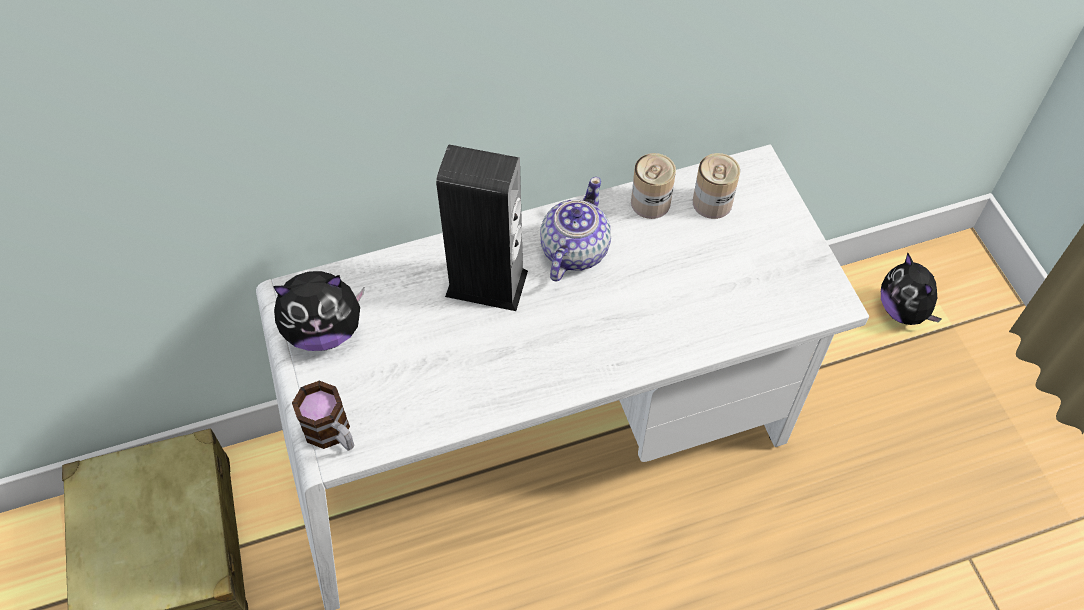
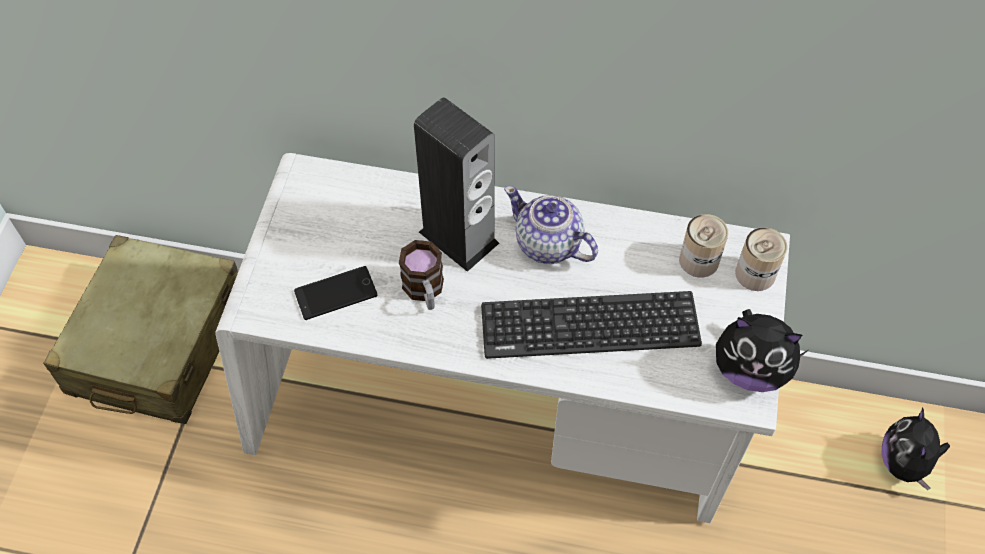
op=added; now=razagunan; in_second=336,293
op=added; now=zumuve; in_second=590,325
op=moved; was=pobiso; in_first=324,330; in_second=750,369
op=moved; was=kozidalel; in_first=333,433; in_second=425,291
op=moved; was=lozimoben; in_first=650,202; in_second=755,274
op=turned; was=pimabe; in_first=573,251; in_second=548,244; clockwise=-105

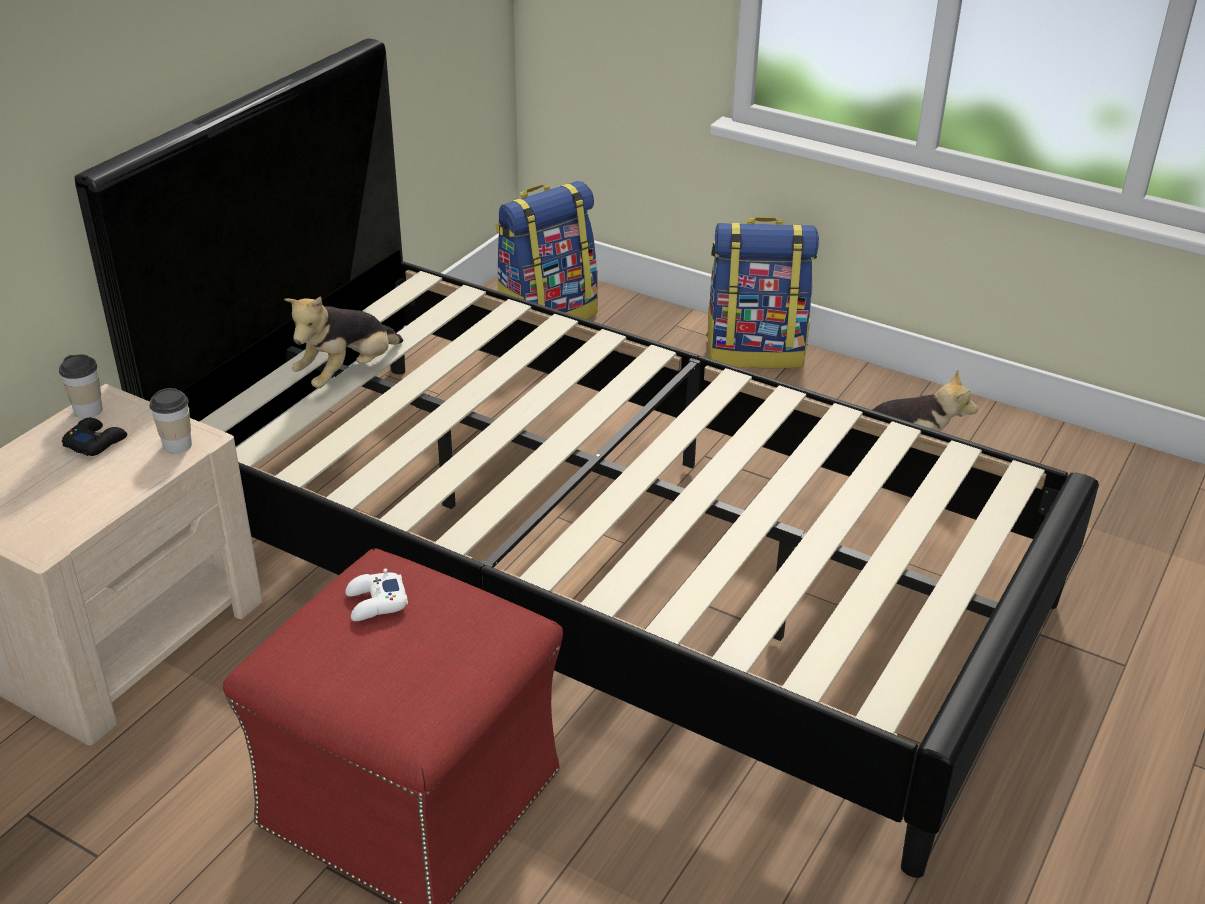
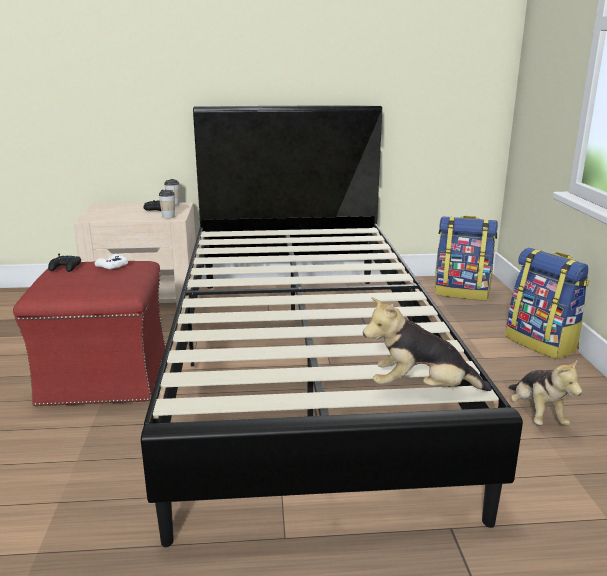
op=added; now=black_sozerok; in_second=66,267
op=moved; was=pobiso; in_first=348,373; in_second=421,389

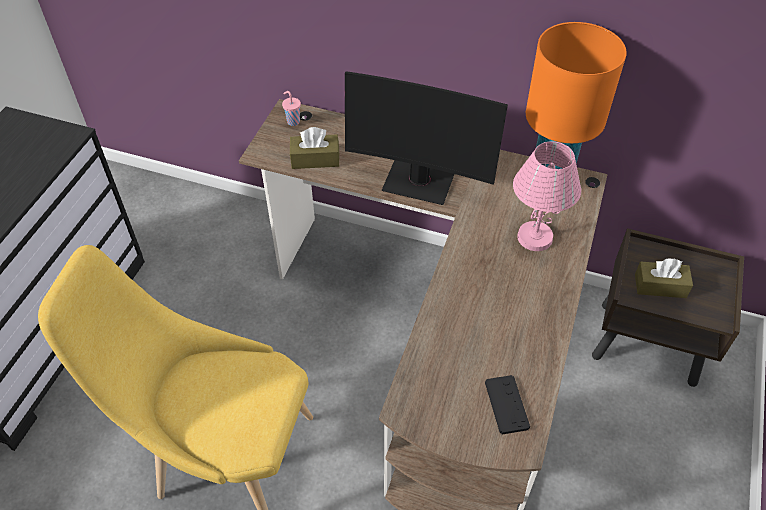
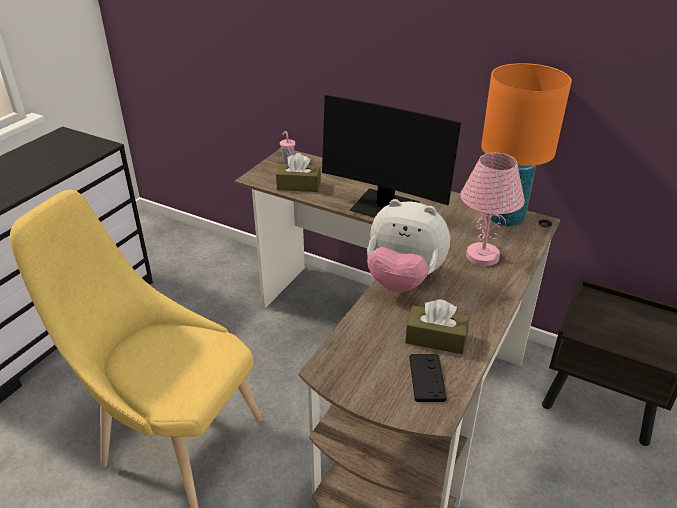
op=added; now=pobiso; in_second=403,280
op=moved; was=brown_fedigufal; in_first=660,286; in_second=436,338

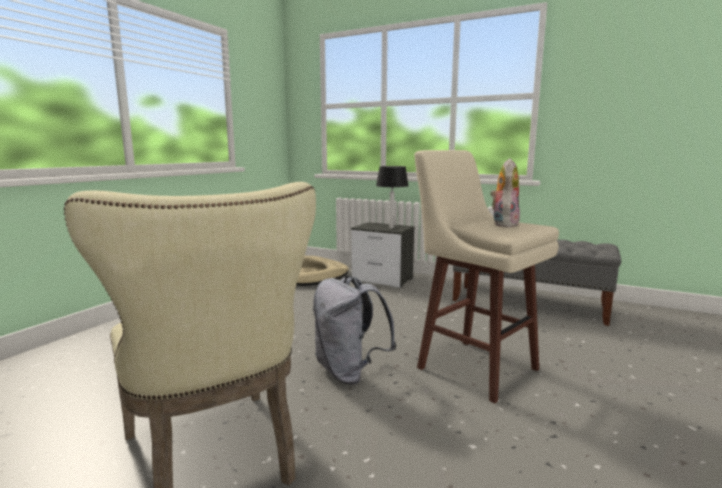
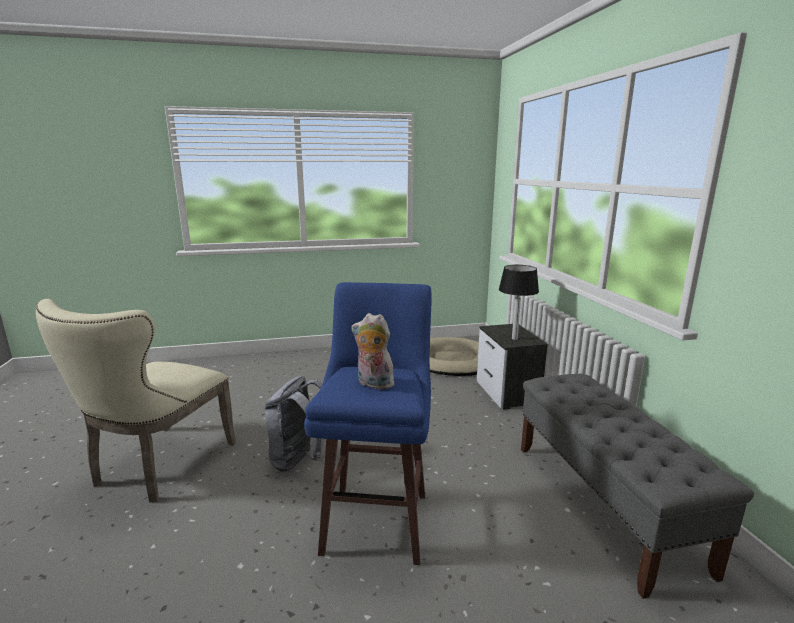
op=recoloured; was=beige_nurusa; now=blue_nurusa; in_first=474,367; in_second=378,520
op=turned; was=pobiso; in_first=503,224; in_second=373,384; clockwise=-135

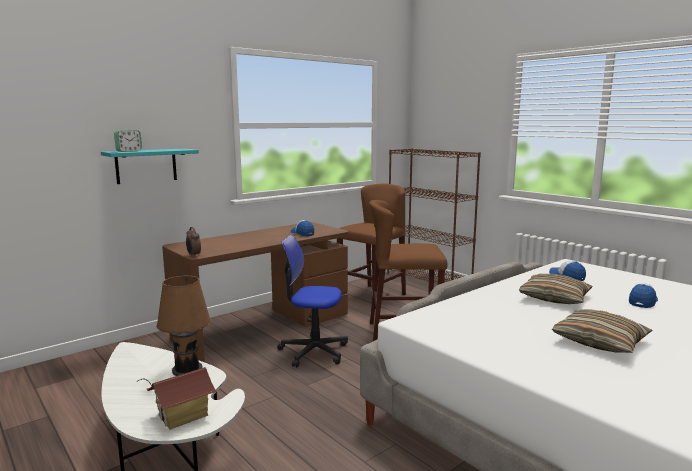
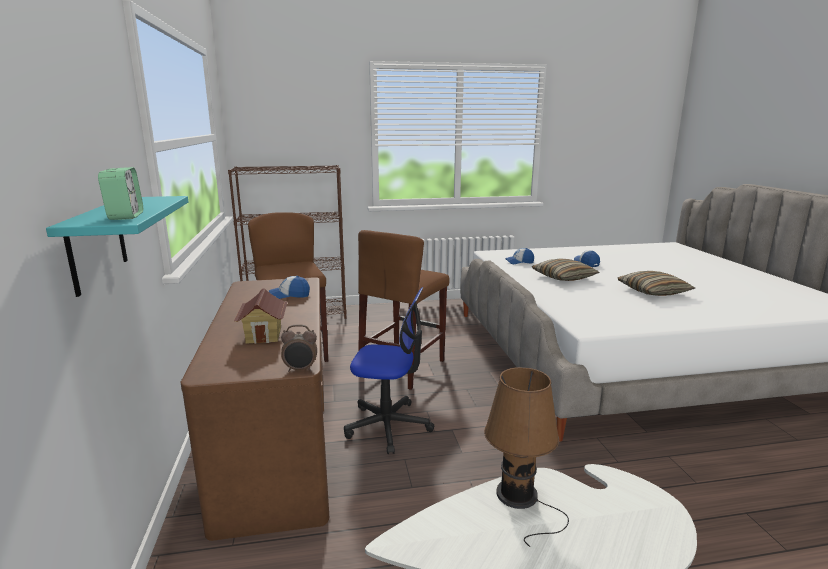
op=moved; was=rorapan; in_first=183,415; in_second=264,335
op=turned; was=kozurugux; in_first=313,351; in_second=388,426; clockwise=-120

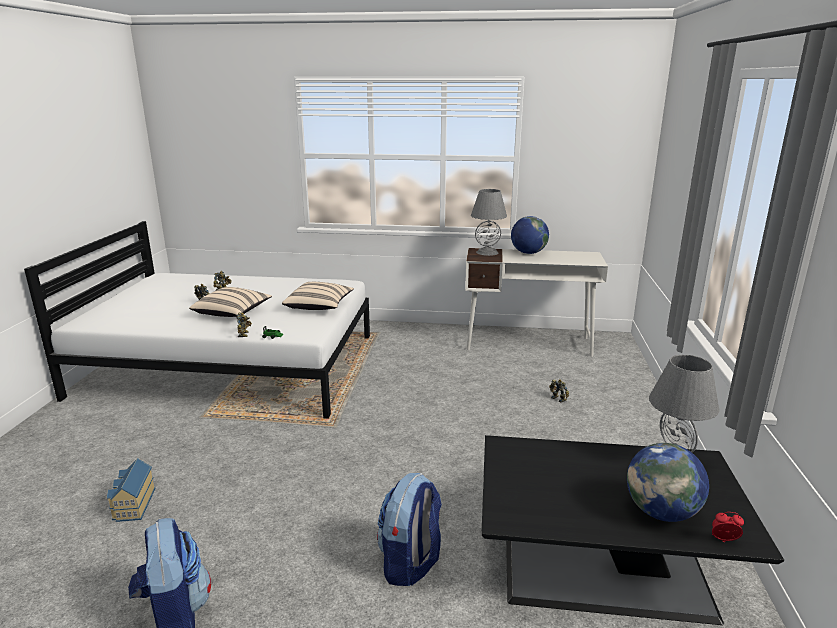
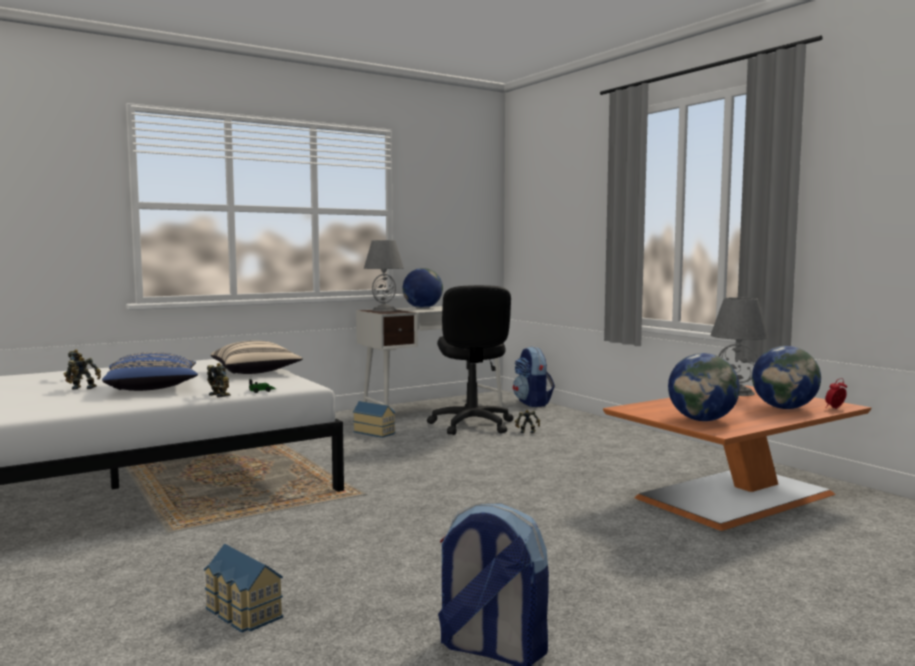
op=added; now=rorapan; in_second=375,432
op=added; now=black_kozurugux; in_second=471,425
op=added; now=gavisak; in_second=702,420
op=moved; was=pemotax; in_first=410,563; in_second=532,403
op=recoloured; was=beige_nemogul; now=blue_nemogul; in_first=233,313; in_second=153,388
op=recoloured; was=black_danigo; now=orange_danigo; in_first=599,568; in_second=733,497

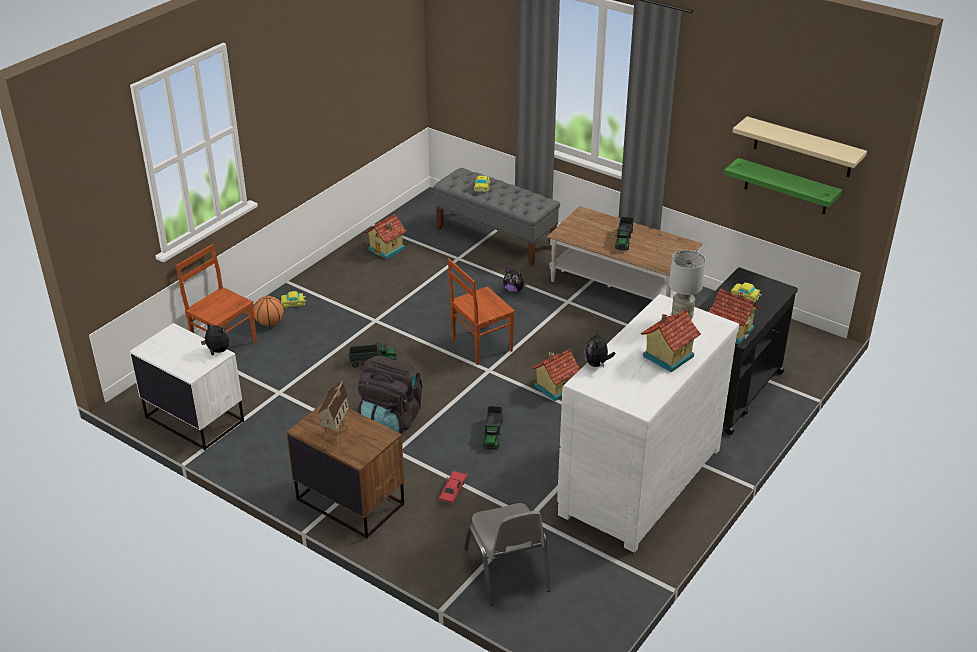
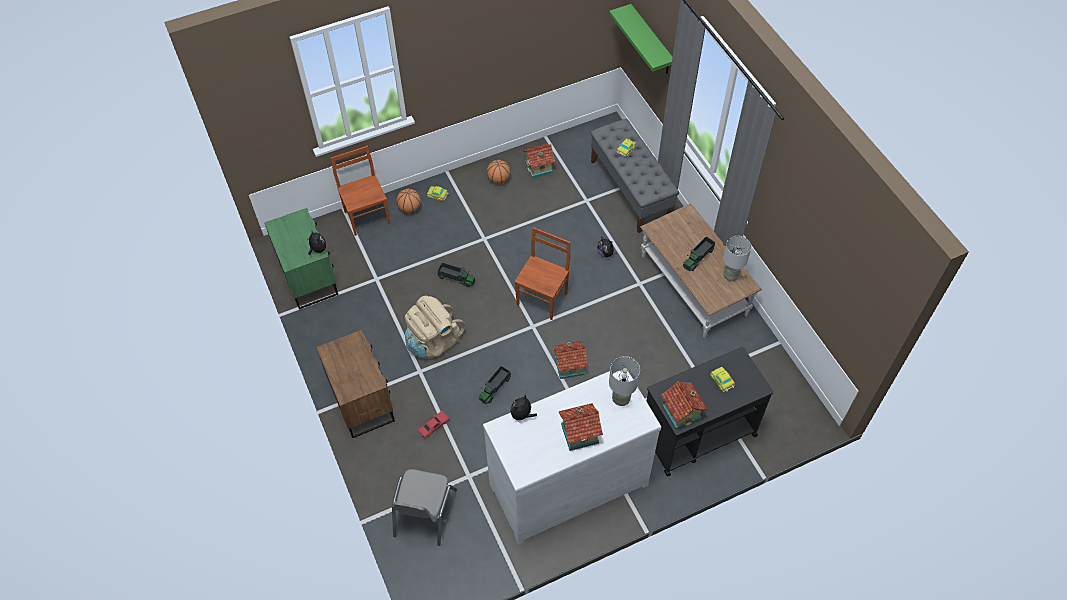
op=removed; was=rorapan; in_first=335,435
op=removed; was=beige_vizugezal; in_first=803,147
op=added; now=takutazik; in_second=498,179
op=added; now=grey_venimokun; in_second=730,276
op=moved; was=green_vizugezal; in_first=786,187; in_second=651,41
op=recoloured; was=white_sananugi; now=green_sananugi; in_first=195,419; in_second=309,277
op=recoloured; was=black_pemotax; now=beige_pemotax; in_first=391,421; in_second=433,341
op=turned; was=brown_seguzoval; in_first=480,345; in_second=543,299; clockwise=120

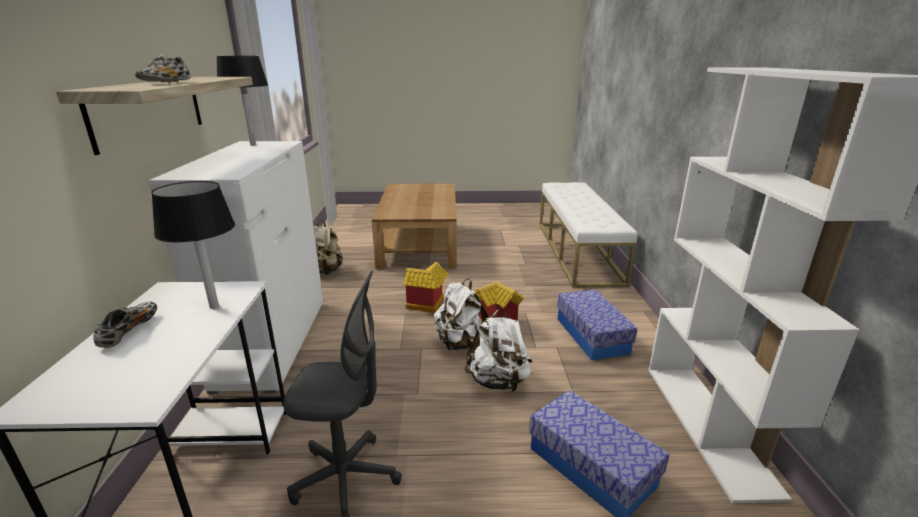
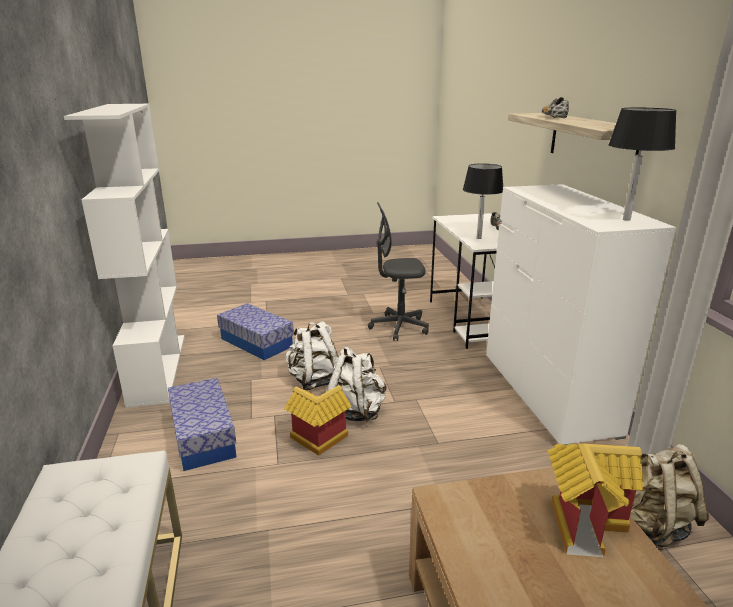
op=moved; was=rorapan; in_first=426,306; in_second=584,521

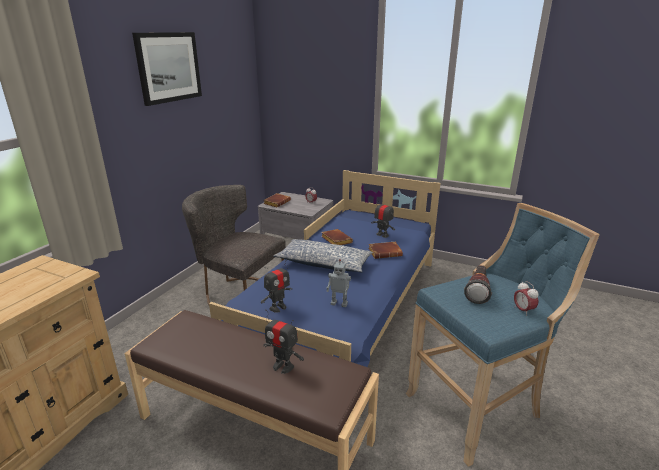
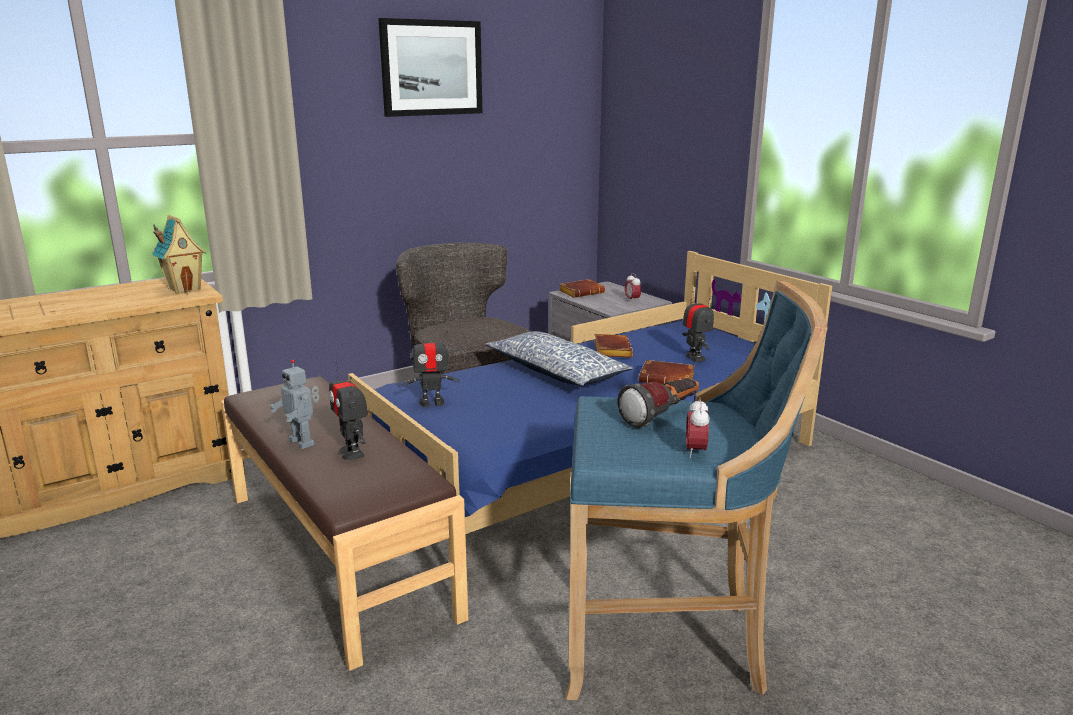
op=added; now=rorapan; in_second=184,288
op=moved; was=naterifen; in_first=339,303; in_second=303,442

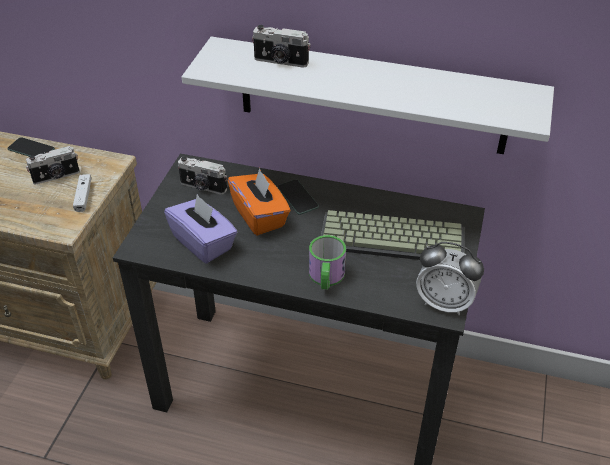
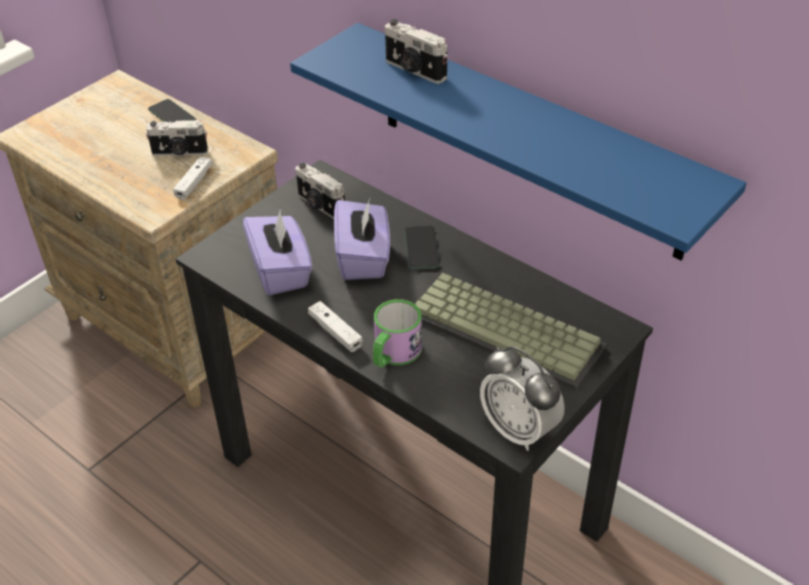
op=added; now=white_sozerok; in_second=335,332
op=recoloured; was=white_vizugezal; now=blue_vizugezal; in_first=372,96; in_second=528,141
op=recoloured; was=orange_fedigufal; now=purple_fedigufal; in_first=260,216; in_second=363,258

